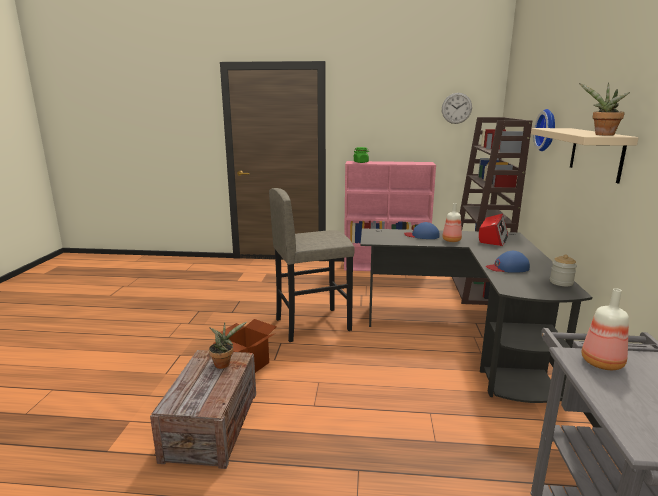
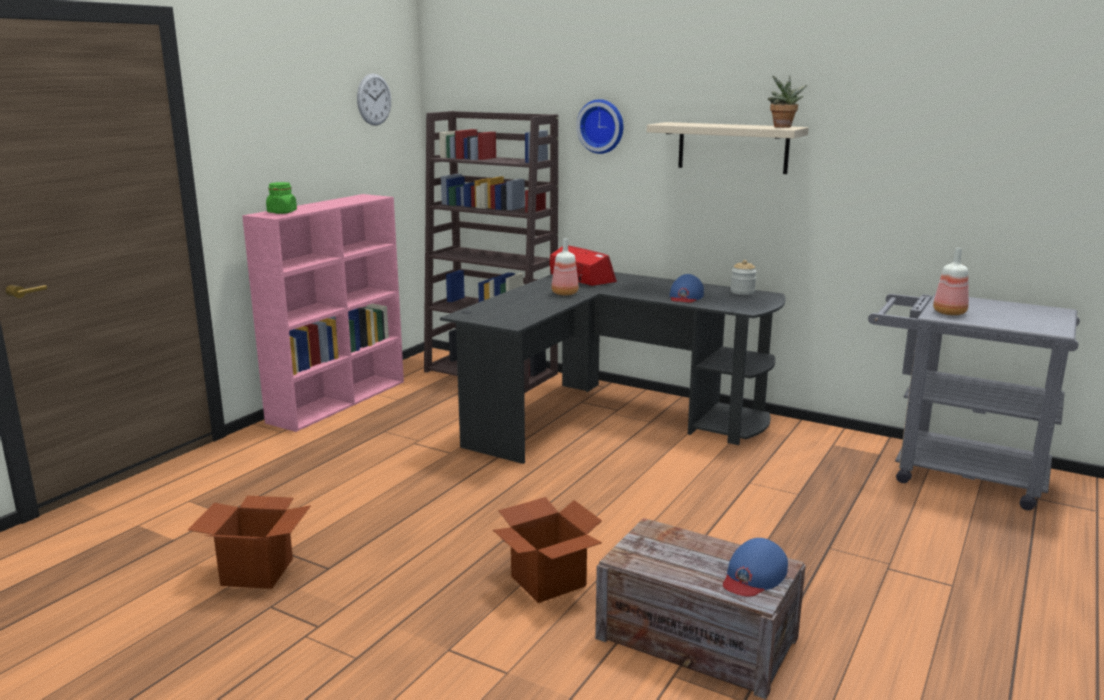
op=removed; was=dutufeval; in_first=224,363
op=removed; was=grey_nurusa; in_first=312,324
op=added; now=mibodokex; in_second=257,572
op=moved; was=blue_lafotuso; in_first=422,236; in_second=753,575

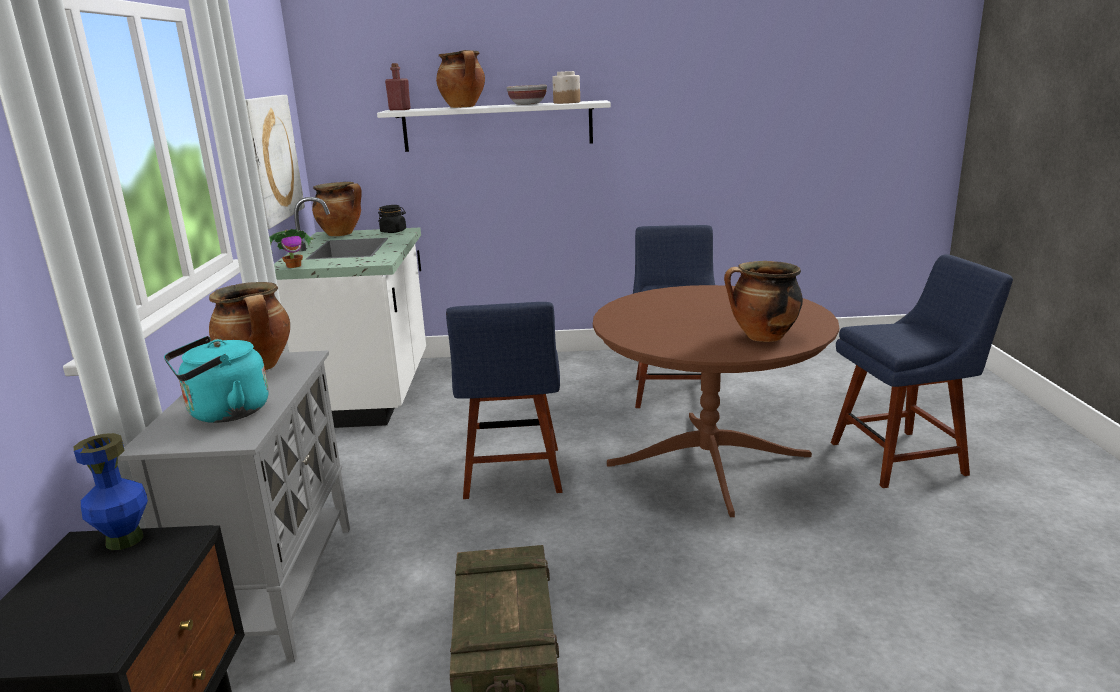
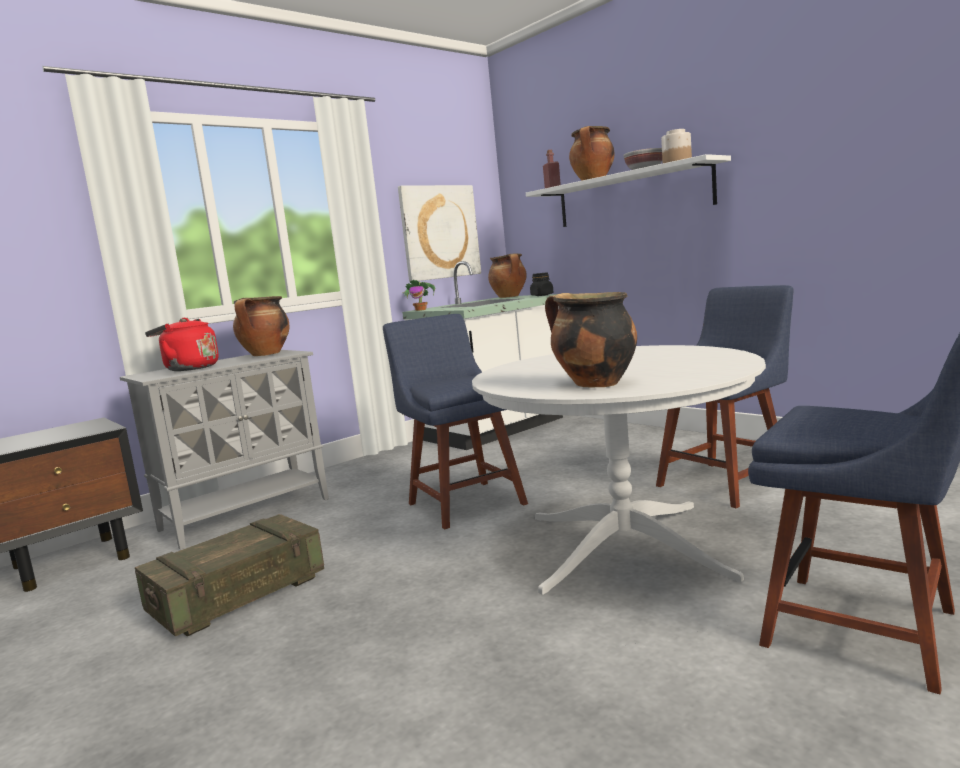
op=removed; was=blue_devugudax; in_first=125,540
op=recoloured; was=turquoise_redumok; now=red_redumok; in_first=224,413; in_second=188,369
op=recoloured; was=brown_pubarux; now=white_pubarux; in_first=708,461; in_second=624,545
op=turned; was=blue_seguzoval; in_first=512,475; in_second=463,502; clockwise=105

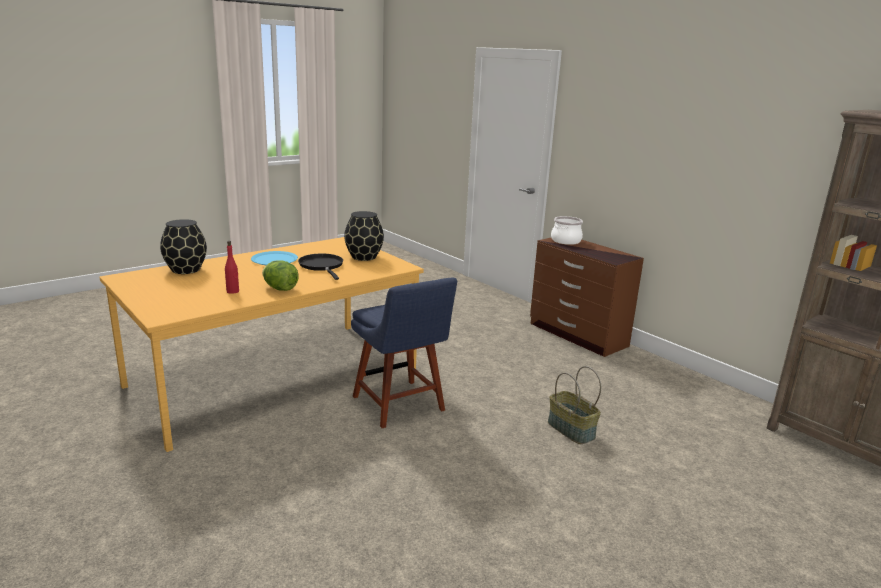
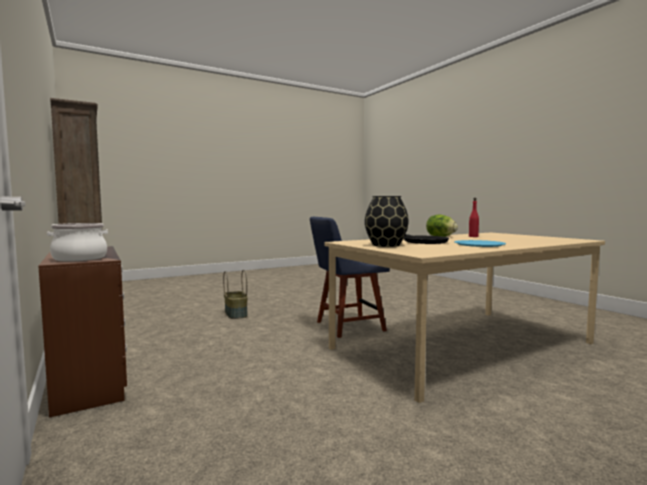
op=removed; was=black_devugudax; in_first=185,270
op=recoloured; was=orange_pubarux; now=beige_pubarux; in_first=275,376; in_second=463,346
op=turned; was=blue_seguzoval; in_first=400,405; in_second=347,326; clockwise=-90

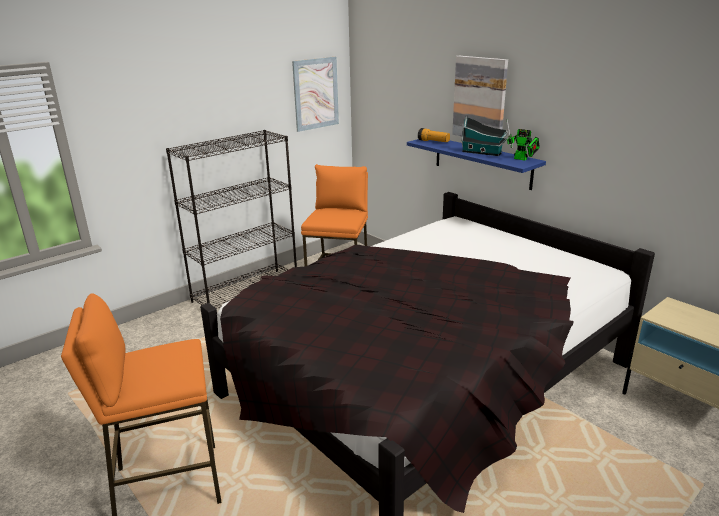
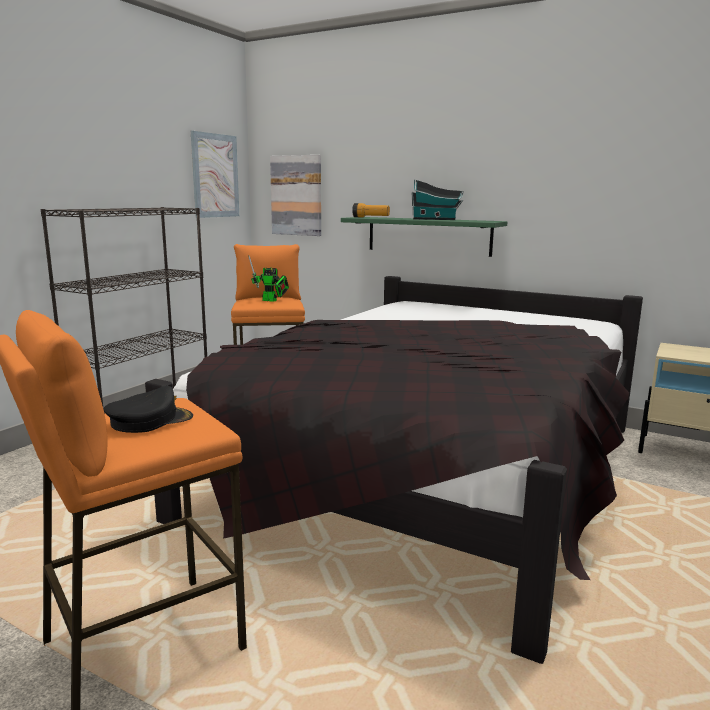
op=added; now=black_lafotuso; in_second=150,420
op=moved; was=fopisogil; in_first=480,99; in_second=296,195
op=moved; was=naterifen; in_first=522,159; in_second=271,300
op=recoloured; was=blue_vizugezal; now=green_vizugezal; in_first=482,162; in_second=428,236

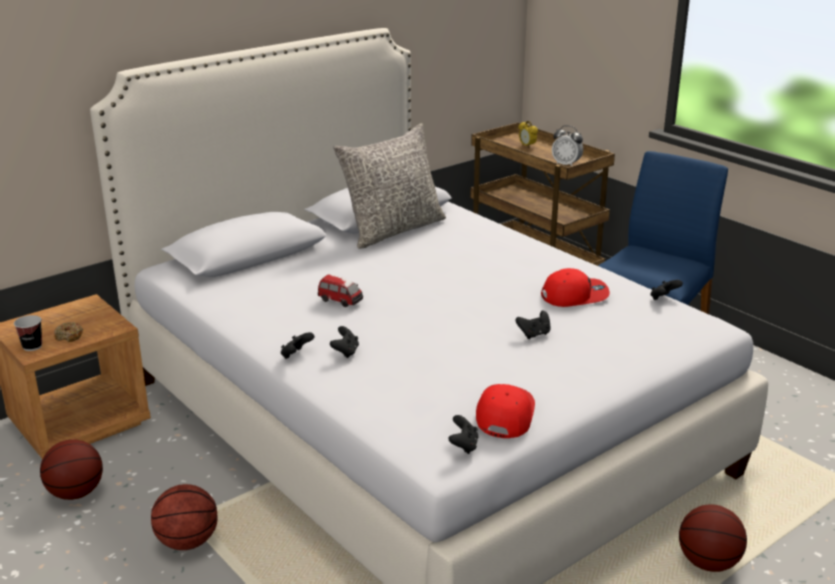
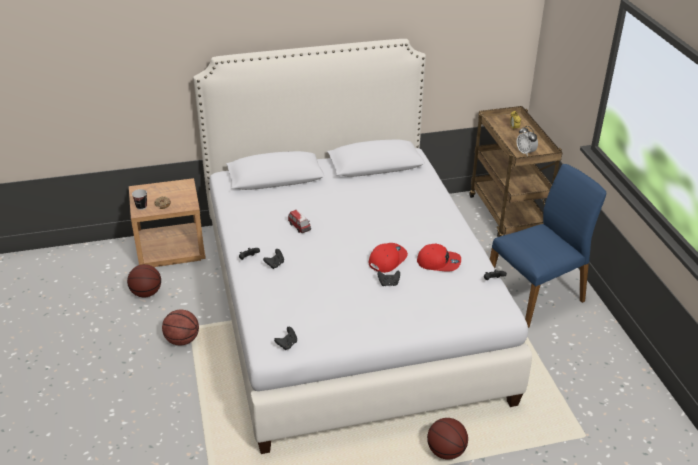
op=removed; was=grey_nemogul; in_first=393,230
op=moved; was=red_lafotuso; in_first=504,415; in_second=387,259

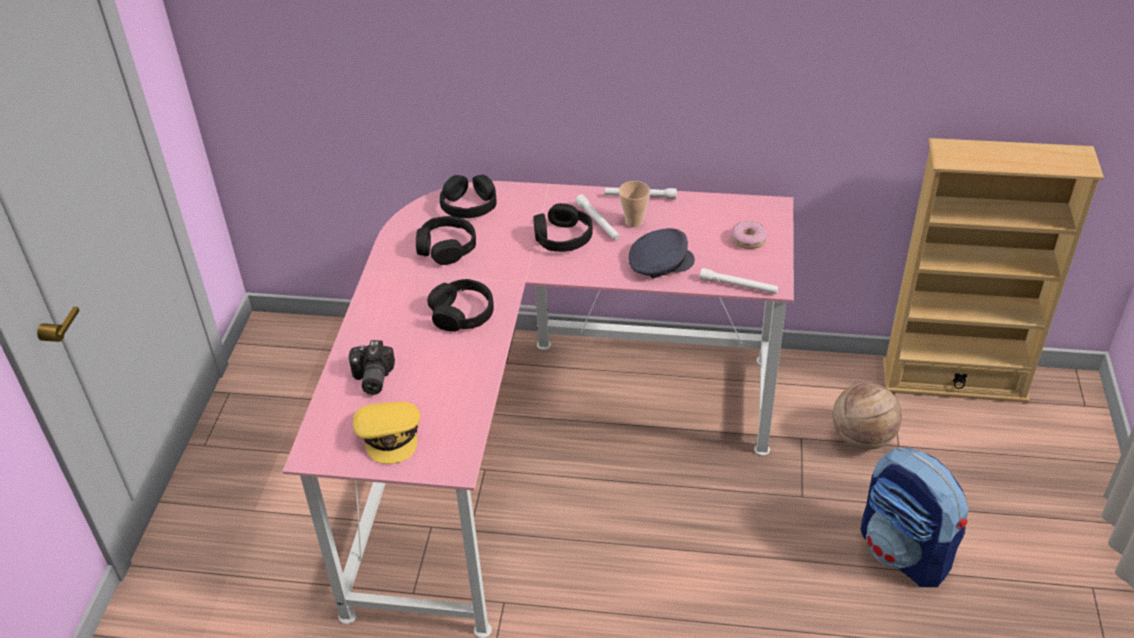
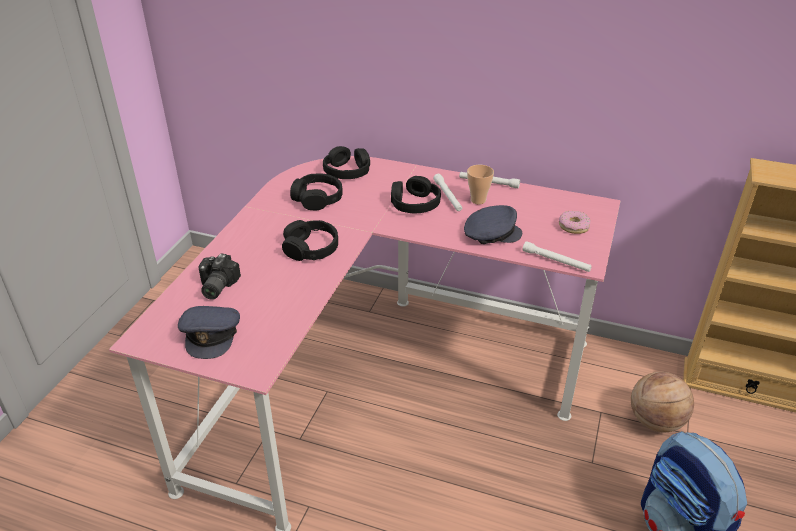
op=recoloured; was=yellow_lafotuso; now=grey_lafotuso; in_first=390,434; in_second=211,334

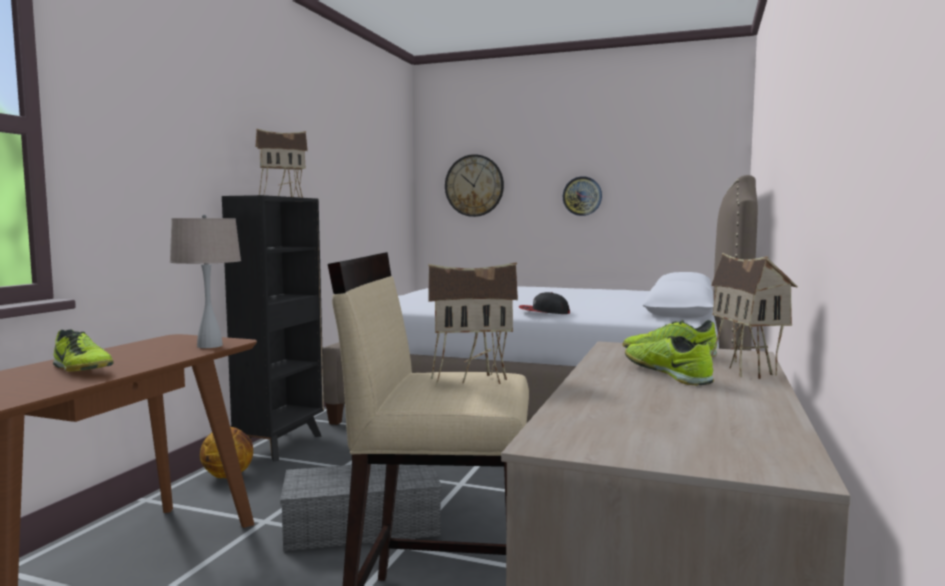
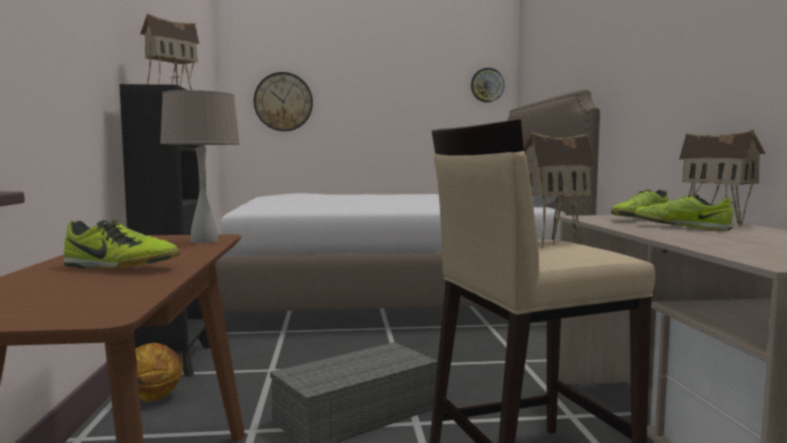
op=removed; was=lafotuso; in_first=543,312
op=moved; was=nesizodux; in_first=582,196; in_second=487,85

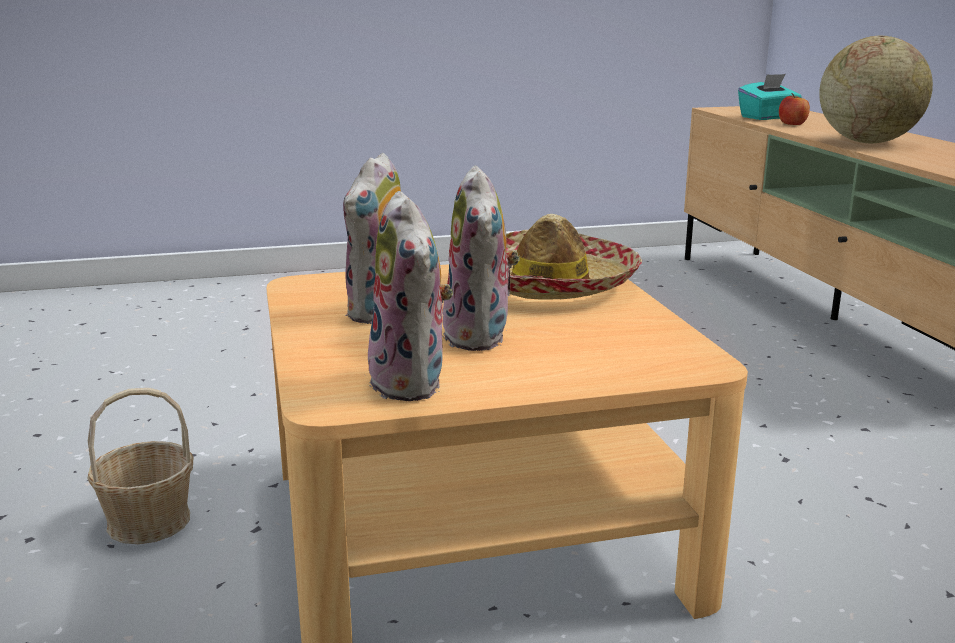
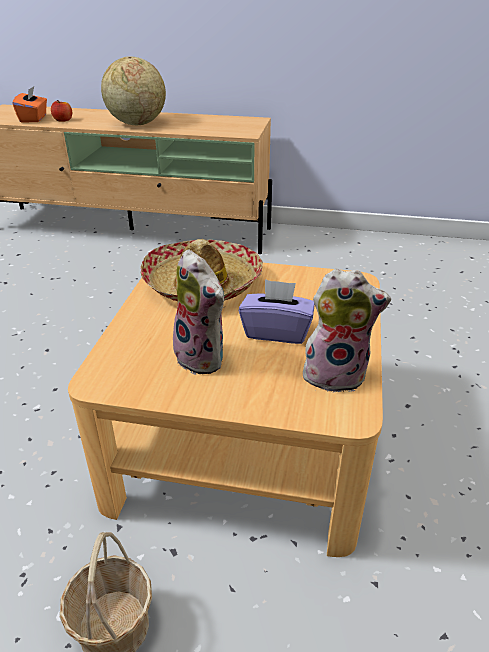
op=replaced; was=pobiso; now=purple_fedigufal; in_first=481,337; in_second=276,331
op=recoloured; was=turquoise_fedigufal; now=orange_fedigufal; in_first=767,117; in_second=34,118

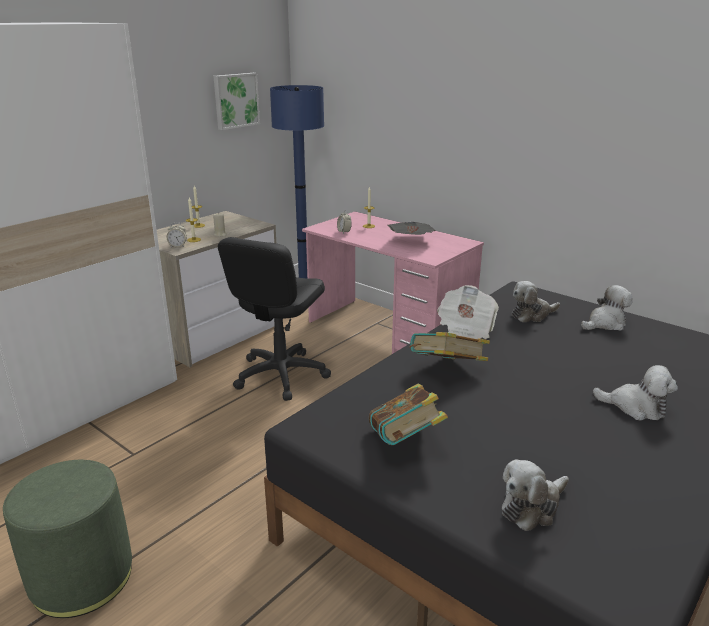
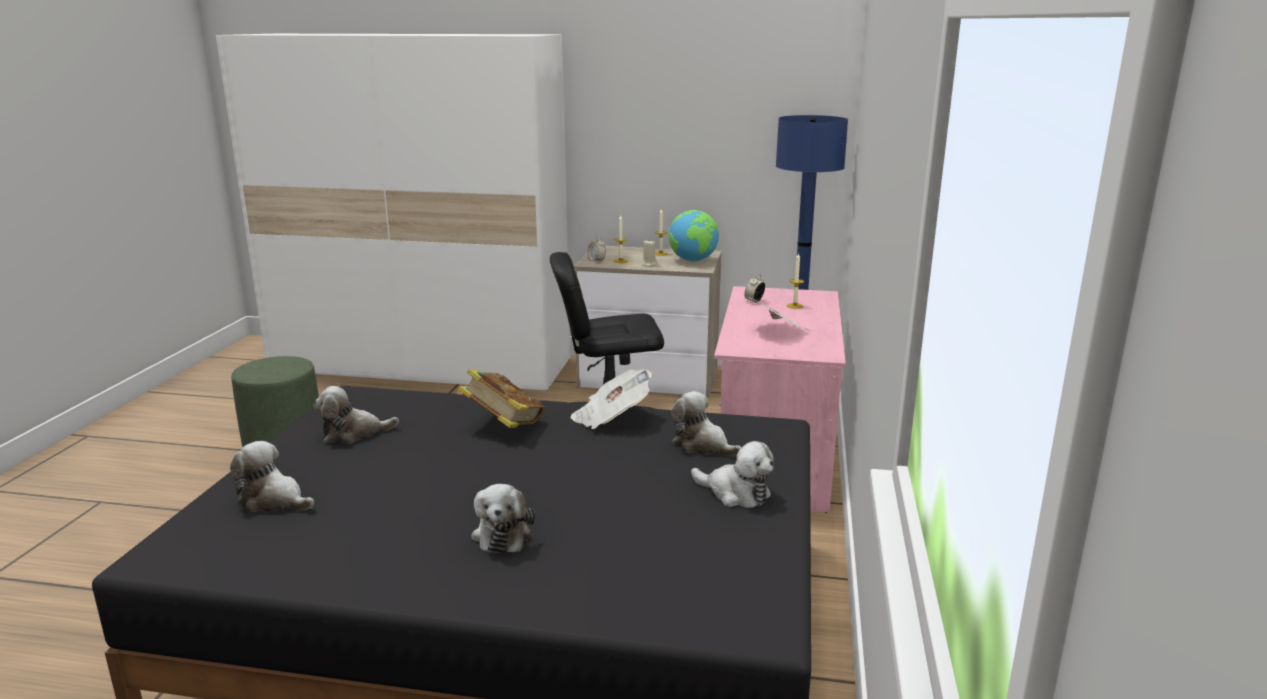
op=removed; was=fopisogil; in_first=235,100
op=added; now=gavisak; in_second=693,260
op=replaced; was=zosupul; now=pobiso; in_first=405,441; in_second=353,433

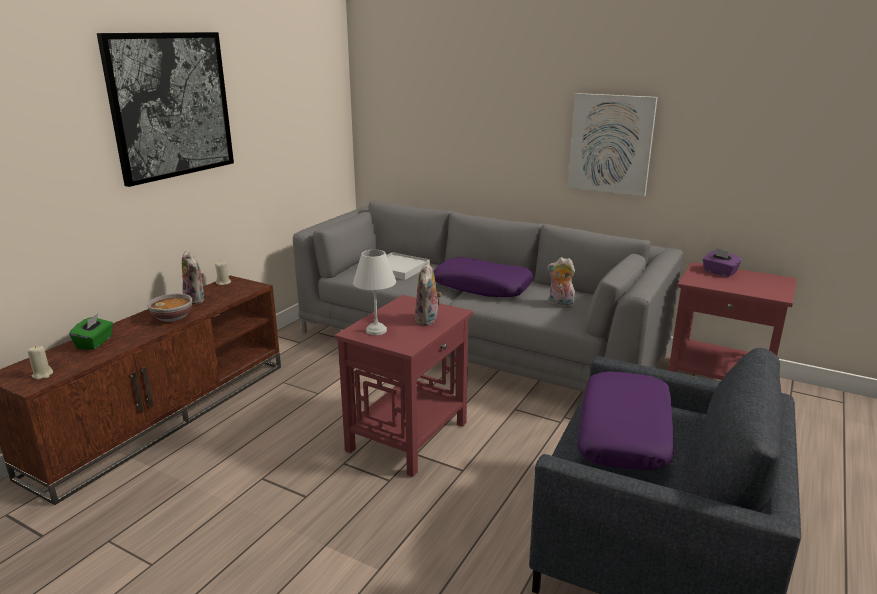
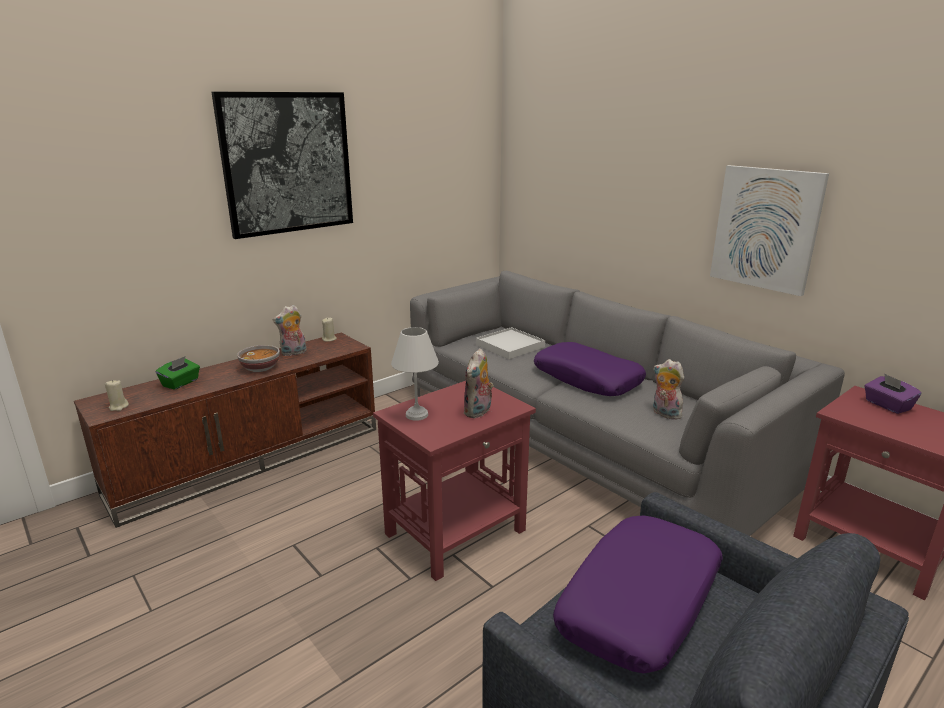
op=turned; was=pobiso; in_first=196,300; in_second=293,353; clockwise=75

